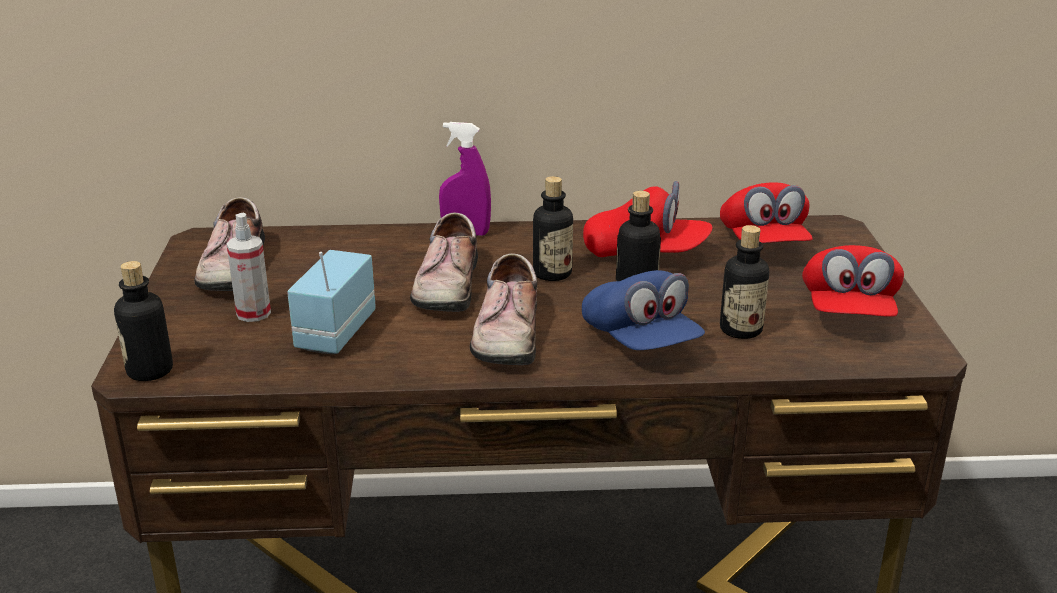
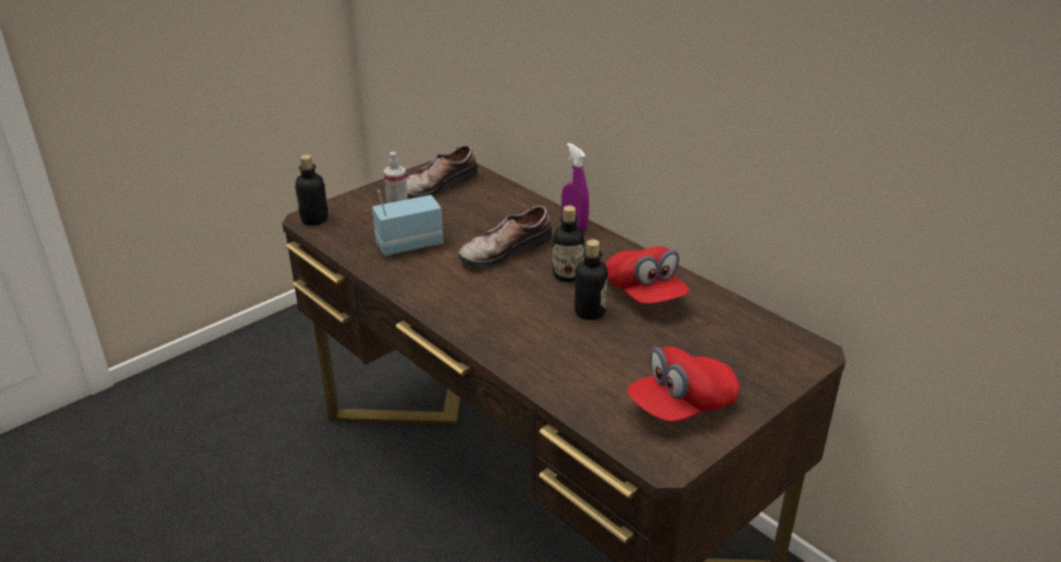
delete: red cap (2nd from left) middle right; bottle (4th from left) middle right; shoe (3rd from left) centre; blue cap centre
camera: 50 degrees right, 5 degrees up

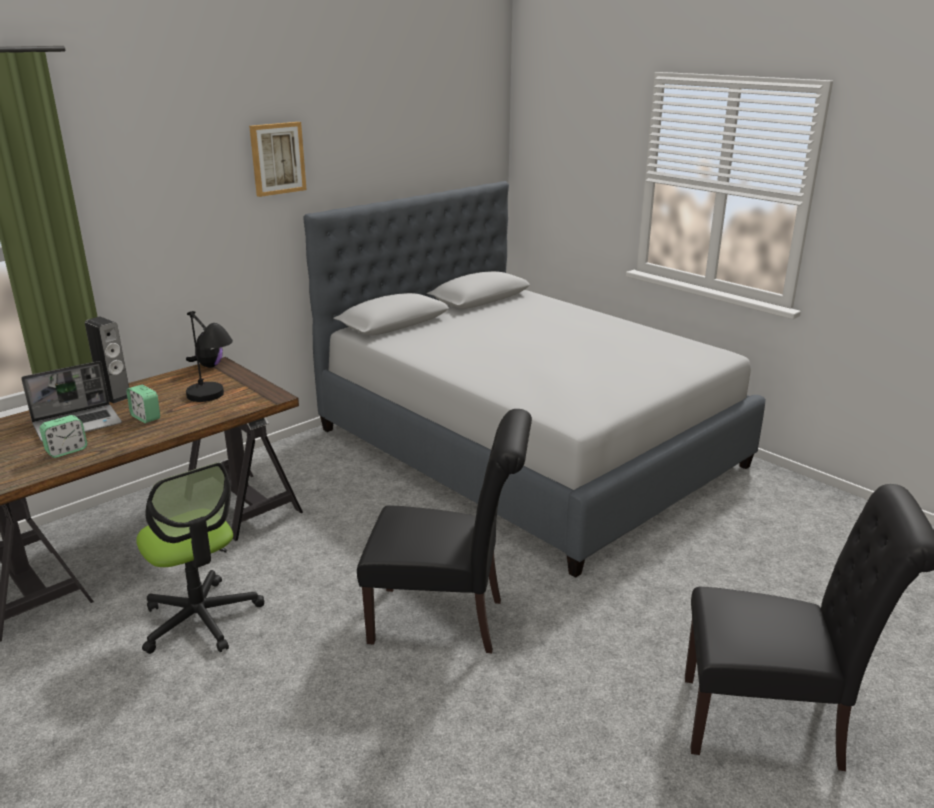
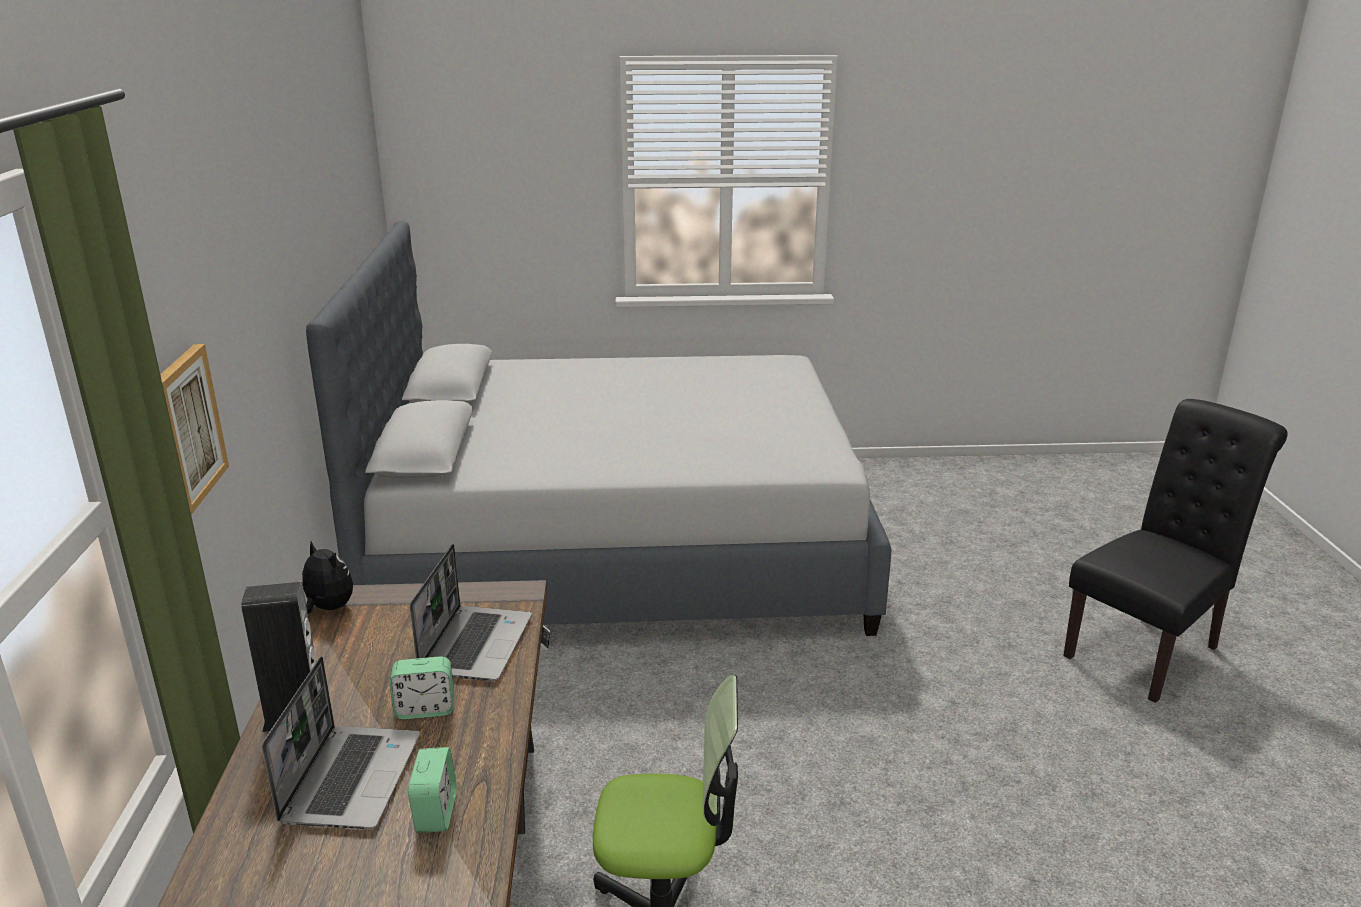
delete: black chair (1st from left) centre
move: picture top left to middle left
replace: black table lamp middle left to laptop (2nd from left) bottom centre
camera: 50 degrees left, 0 degrees up

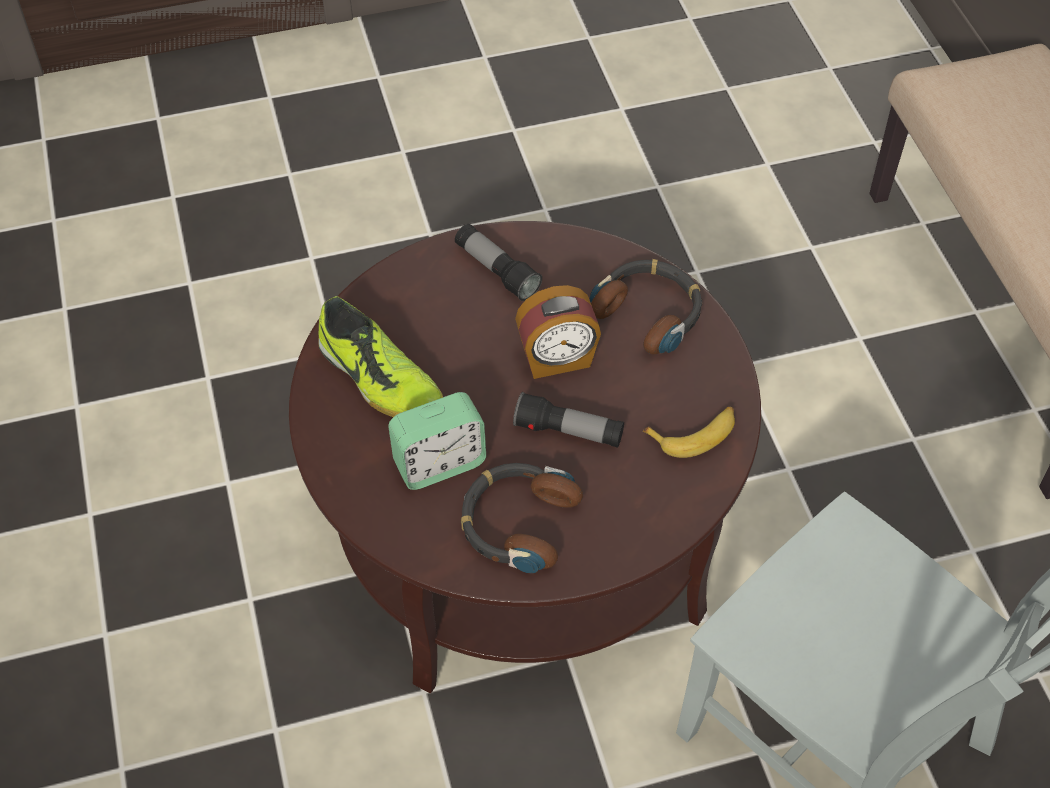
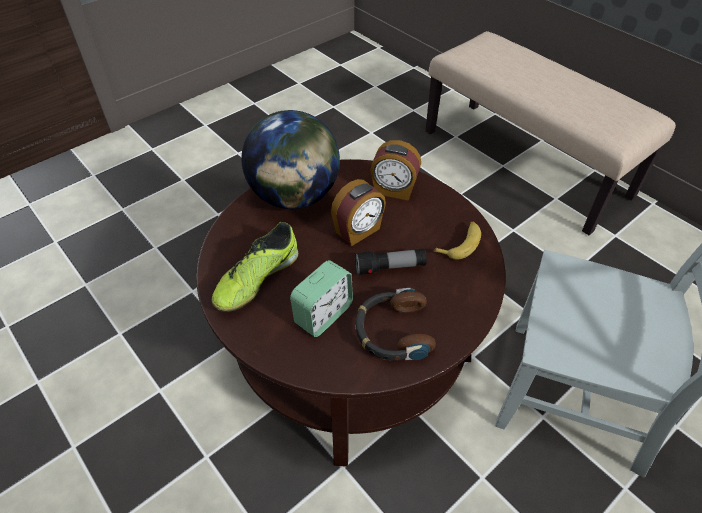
replace: flashlight (1st from left) top centre to globe top centre; headphones (2nd from left) centre to alarm clock (3rd from left) top centre
rotate: shoe centre = centre 105 degrees clockwise
camera: 25 degrees left, 5 degrees down

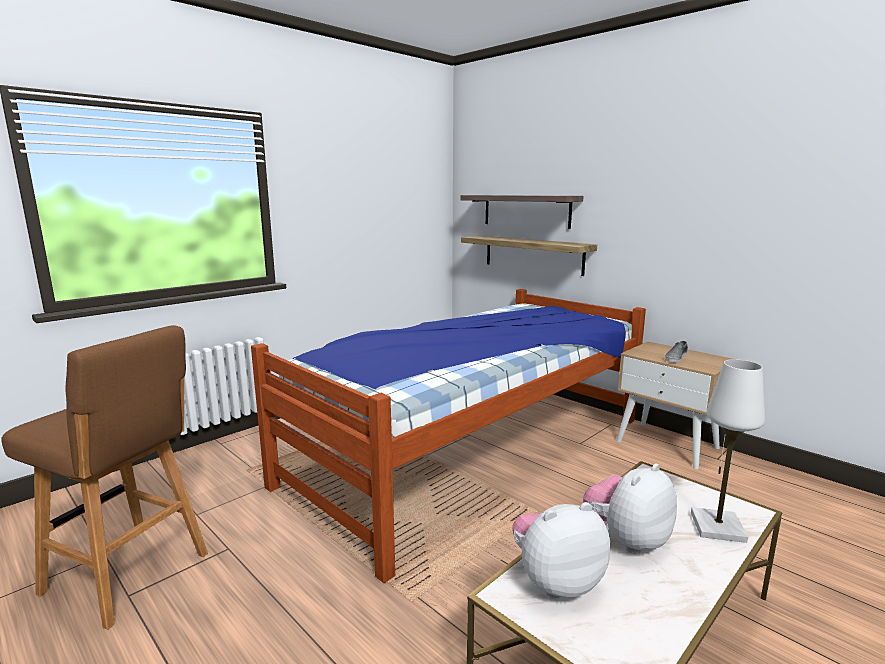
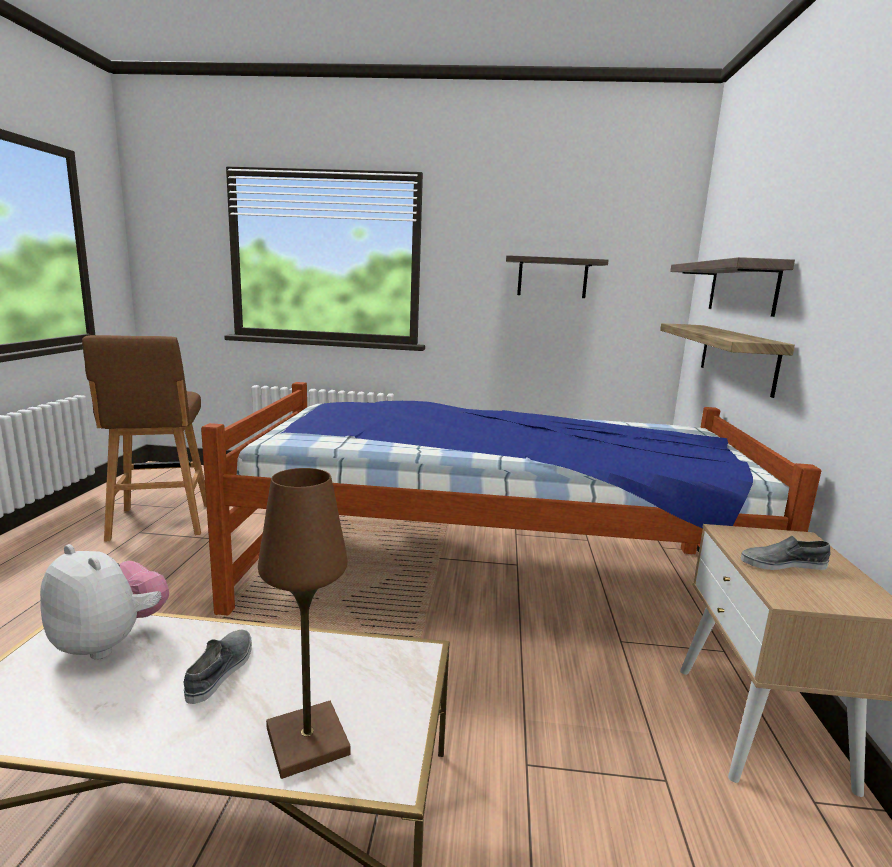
insert: shelf (1st from left) top centre
replace: plush toy (2nd from left) bottom right to grey shoe (1st from left) bottom left
recolor: white table lamp bottom right to brown table lamp bottom centre
camera: 50 degrees right, 0 degrees up

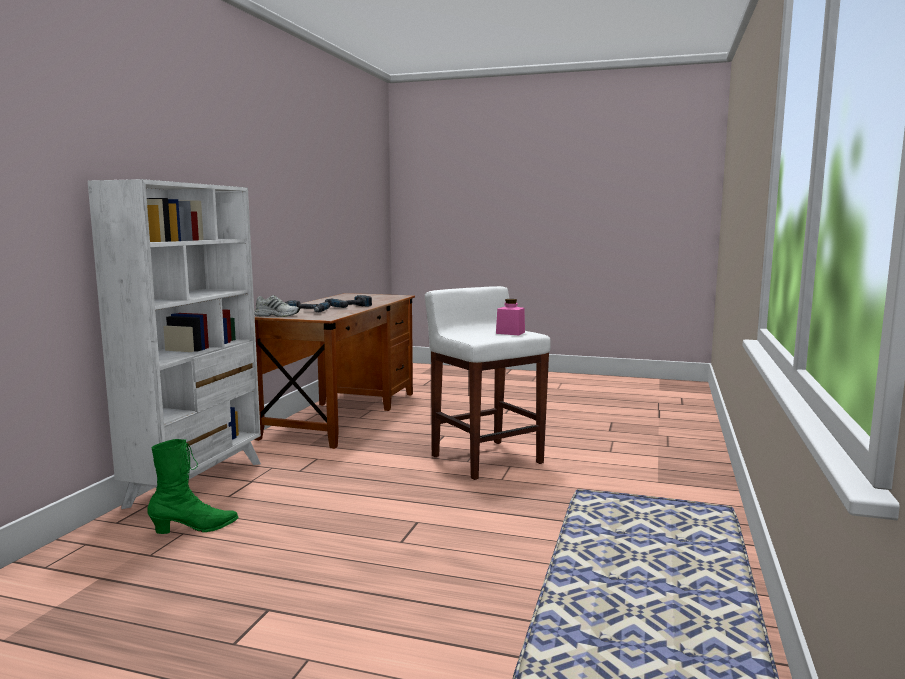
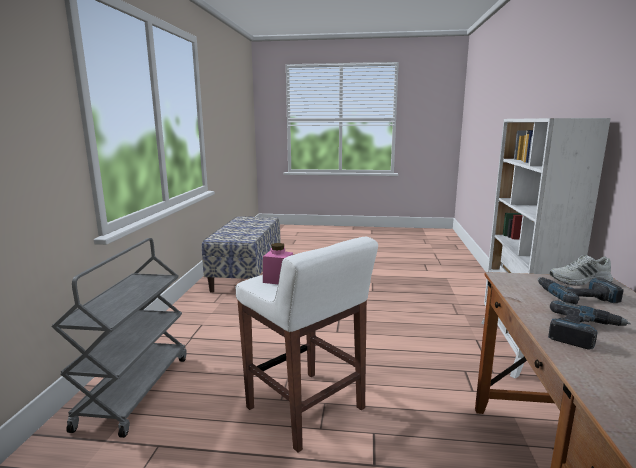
delete: green boot bottom left
insert: grey cart bottom left
camera: 170 degrees right, 5 degrees up

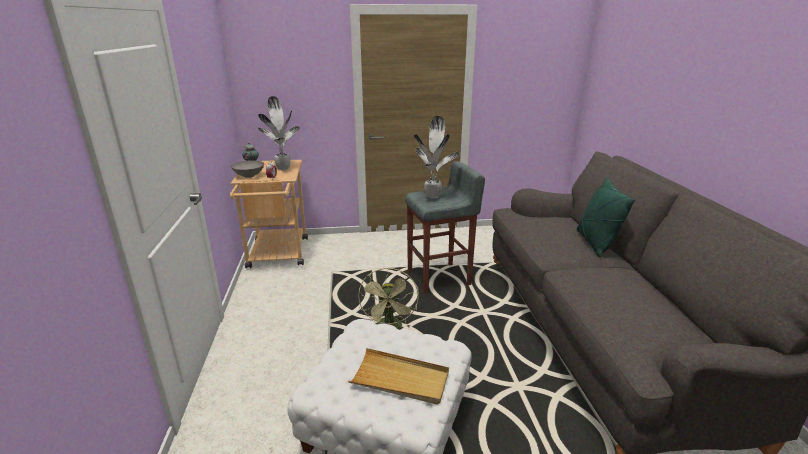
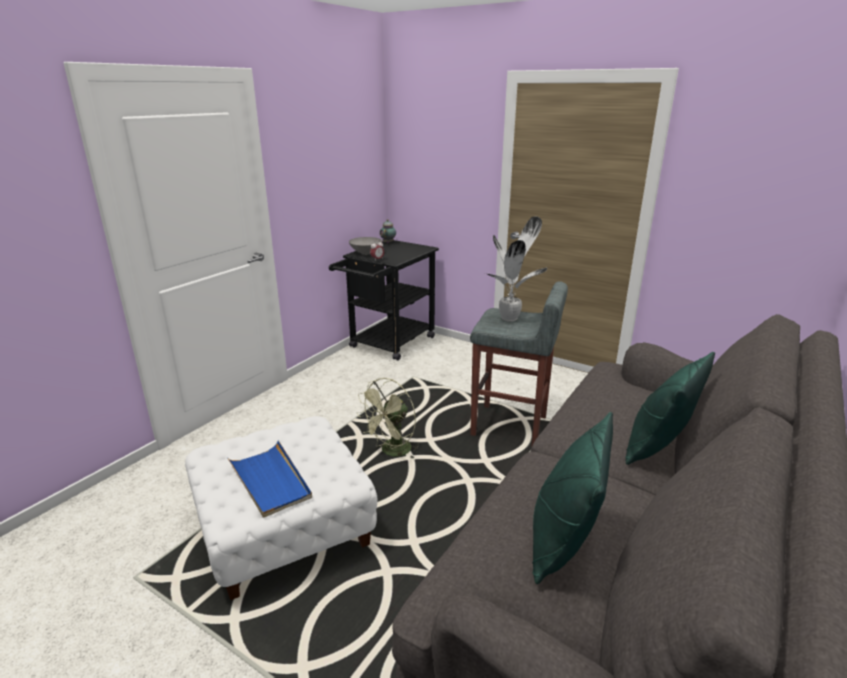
delete: potted plant (1st from left) top centre
insert: green pillow (1st from left) bottom right
recolor: beige cart middle left to black cart centre; beige tray bottom centre to blue tray bottom left
camera: 40 degrees right, 0 degrees up

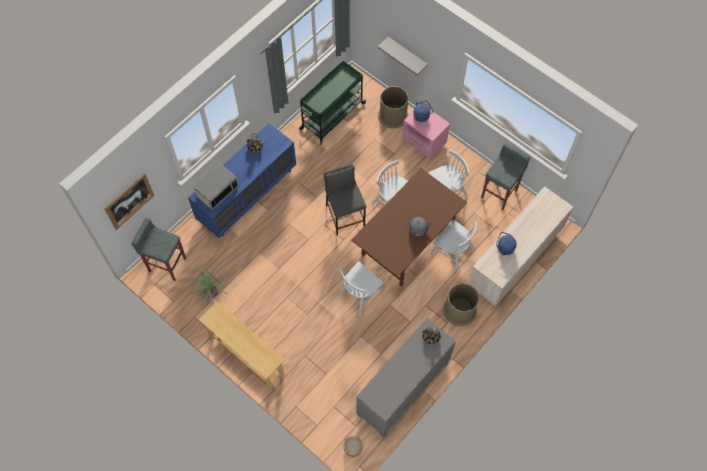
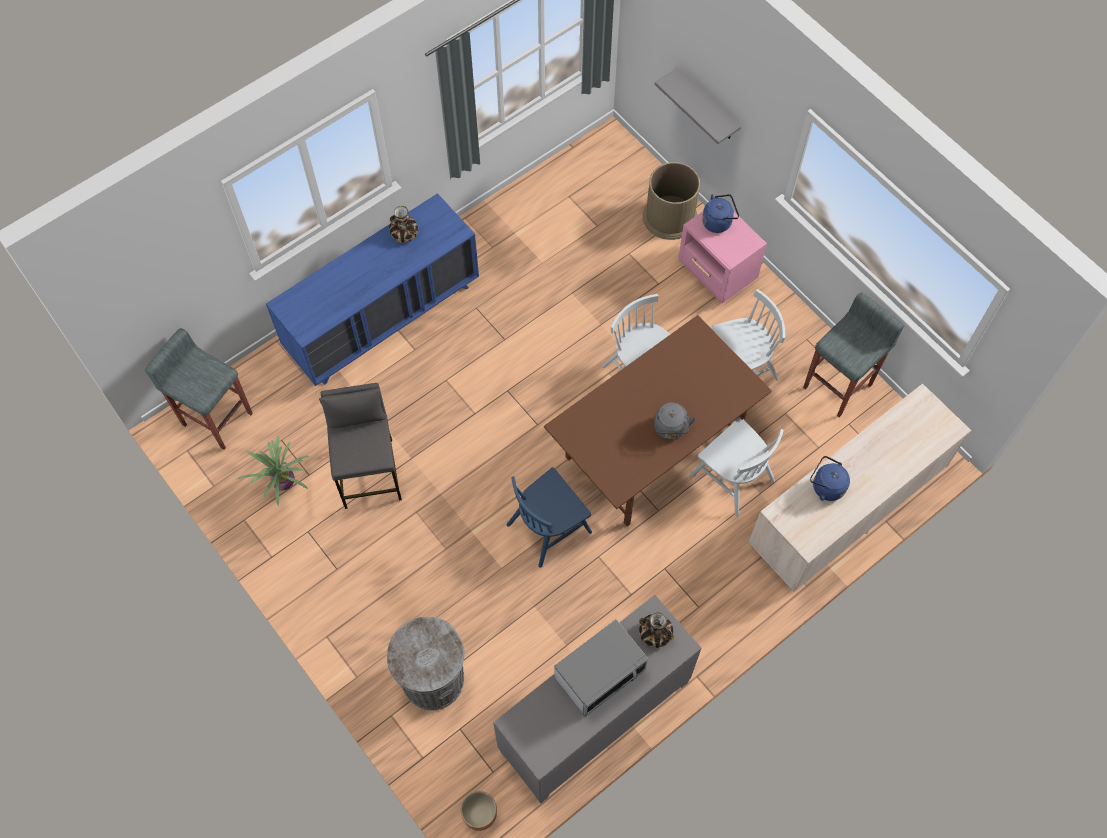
delete: green cart top centre; picture middle left; brown trash can (2nd from left) centre; beige console table bottom centre
insert: grey trash can bottom centre
move: microwave middle left to bottom centre; grey stool (2nd from left) centre to middle left
recolor: white chair (1st from left) centre to blue chair centre
camera: 10 degrees right, 0 degrees up

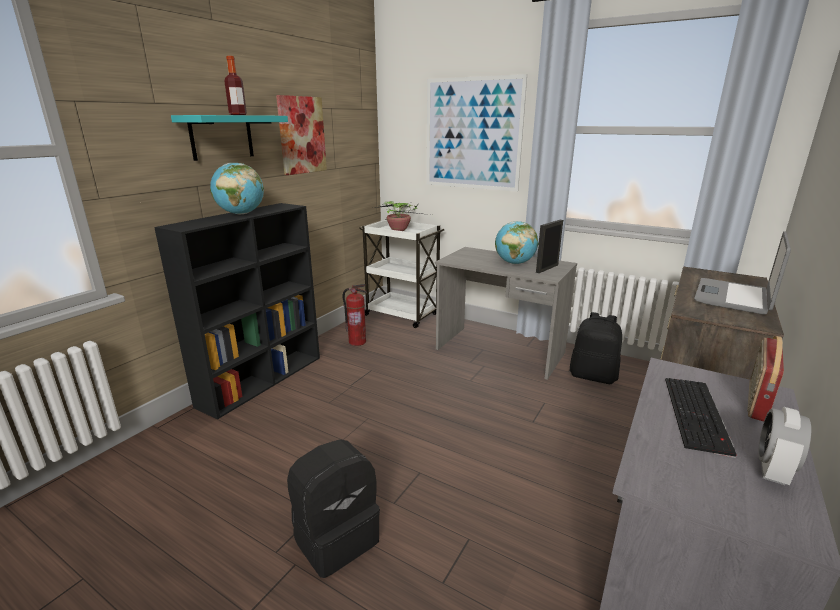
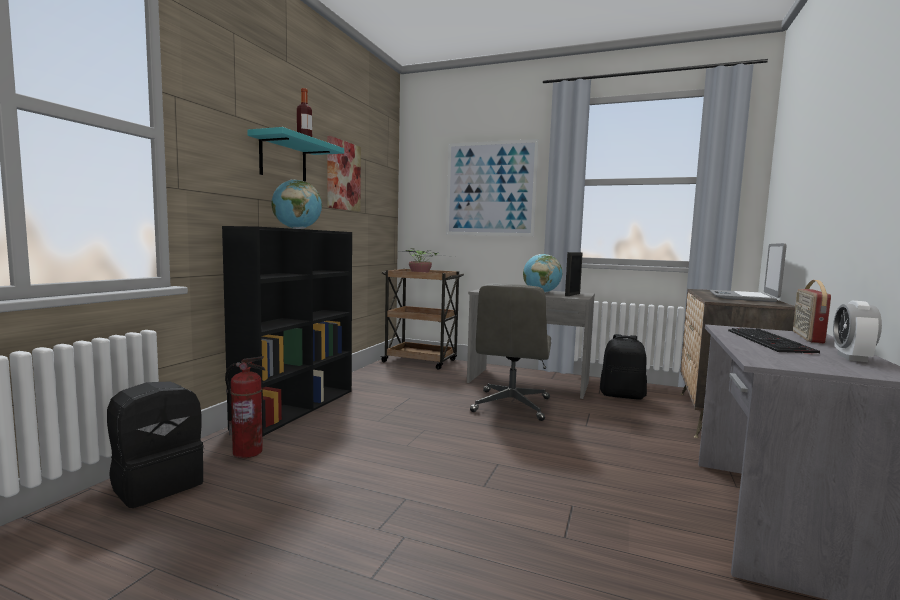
insert: grey office chair centre
move: fire extinguisher centre to bottom left; black backpack (1st from left) bottom centre to bottom left
recolor: white cart centre to brown cart centre
camera: 10 degrees left, 15 degrees down

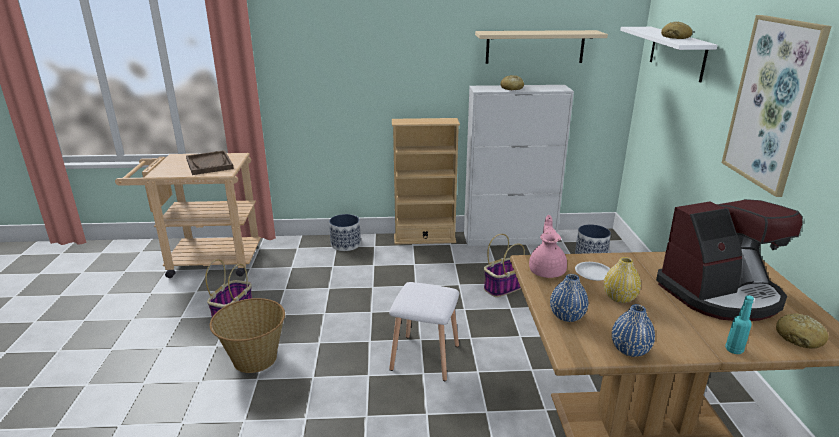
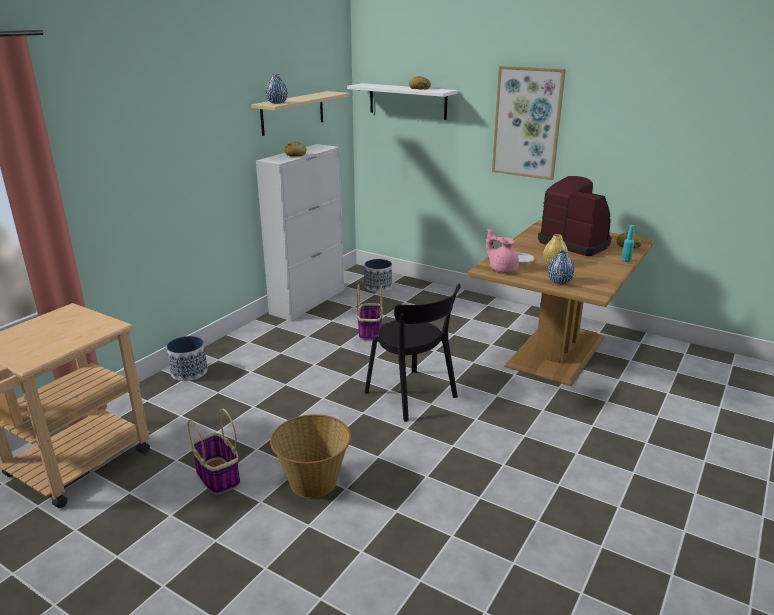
delete: beige bookcase centre; brown tray middle left
move: blue vase (2nd from left in the first image) bottom right to blue vase (1st from left) top centre
replace: white stool bottom centre to black chair centre
rotate: coffee machine middle right = middle right 60 degrees counterclockwise
camera: 55 degrees left, 0 degrees up

